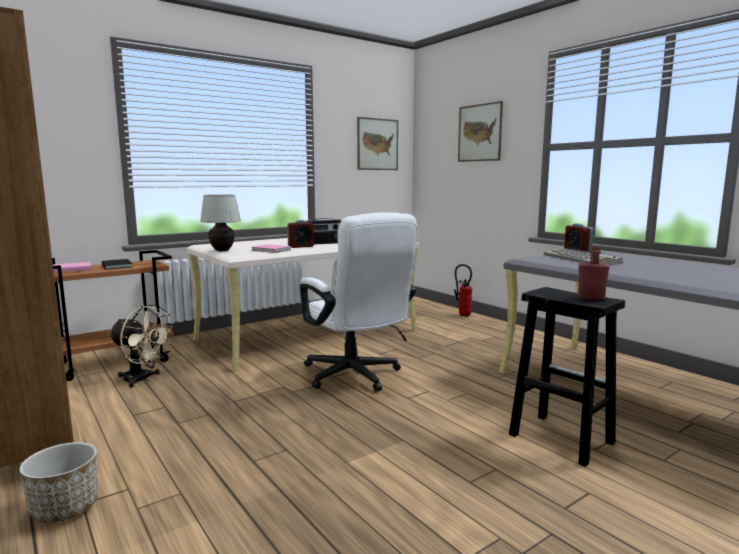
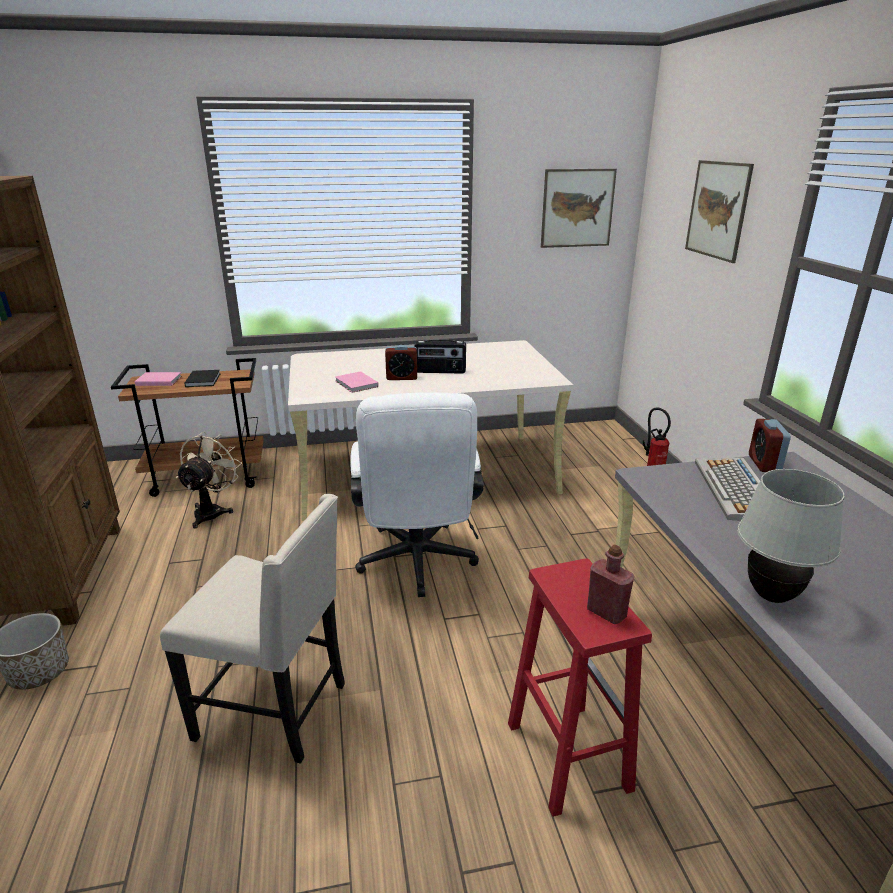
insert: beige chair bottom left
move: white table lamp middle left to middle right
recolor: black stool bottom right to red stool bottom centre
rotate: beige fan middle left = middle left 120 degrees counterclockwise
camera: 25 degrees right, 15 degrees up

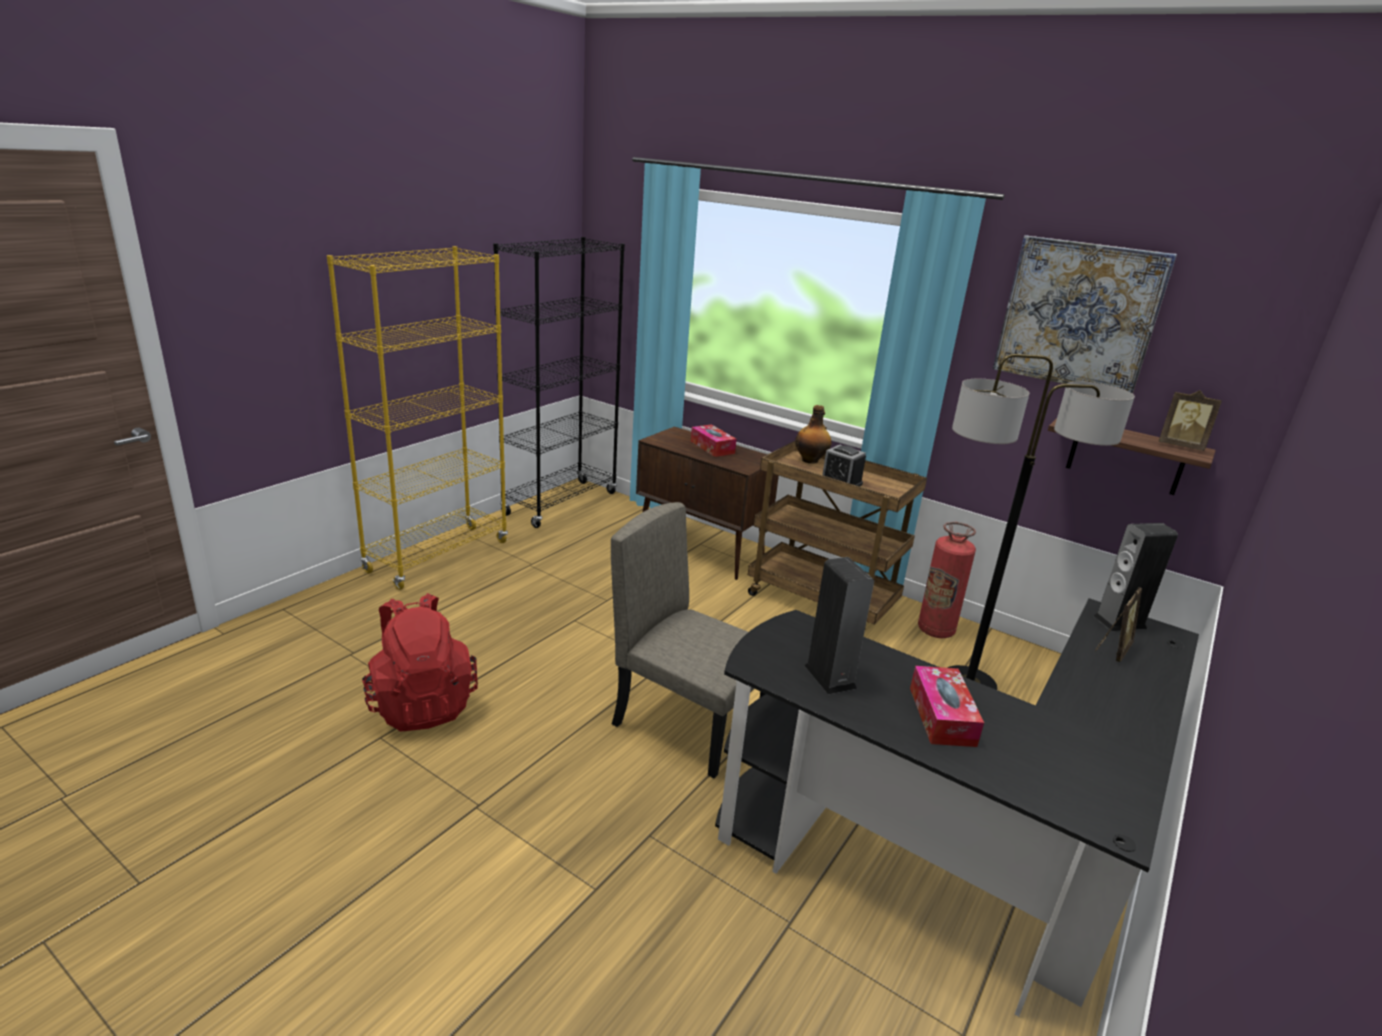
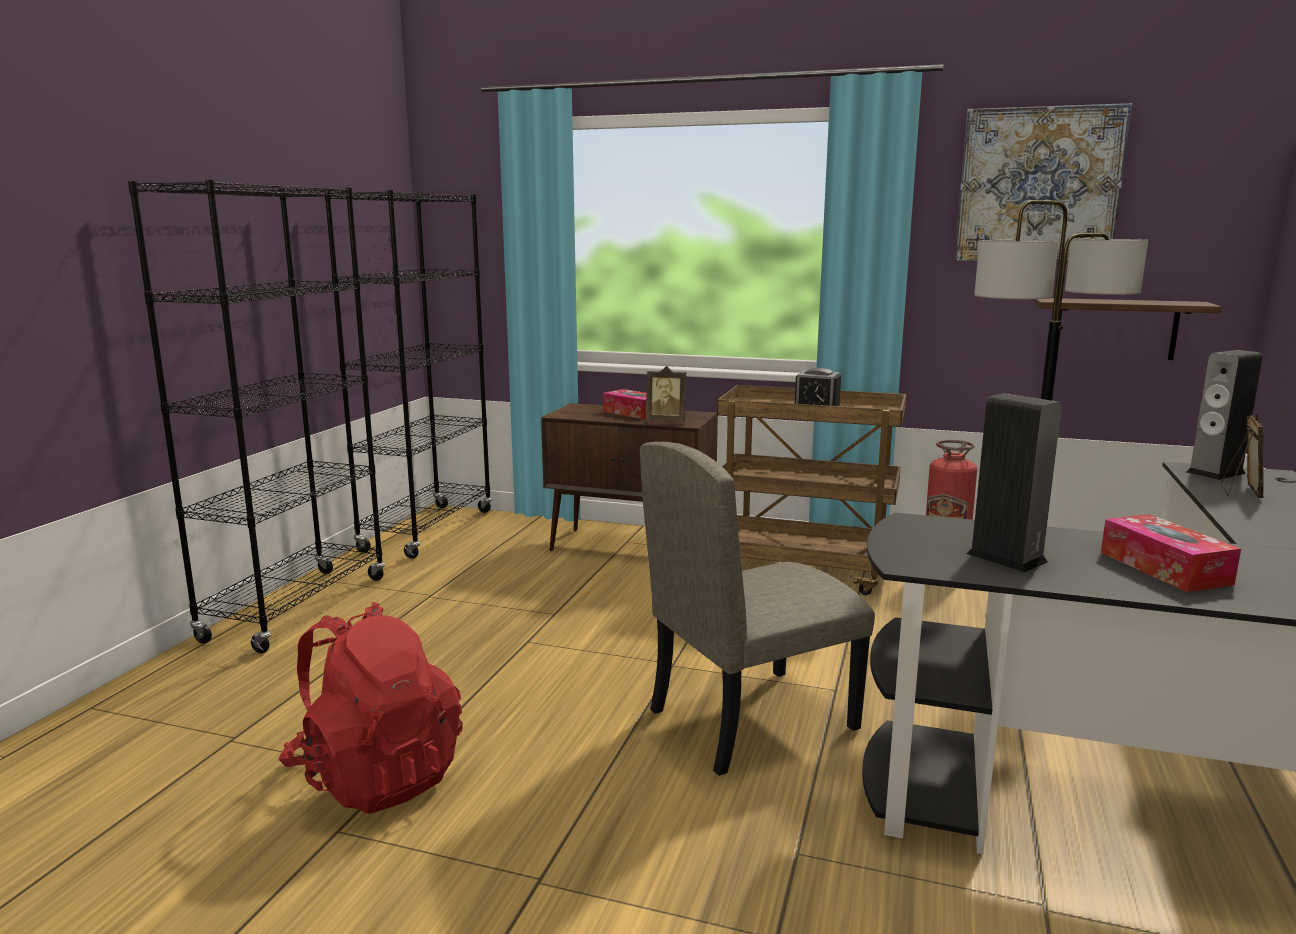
delete: bottle centre
move: picture frame (2nd from left in the first image) middle right to picture frame (1st from left) centre
recolor: yellow bookcase middle left to black bookcase (1st from left) middle left
rotate: beige chair centre = centre 45 degrees counterclockwise
camera: 15 degrees left, 10 degrees down

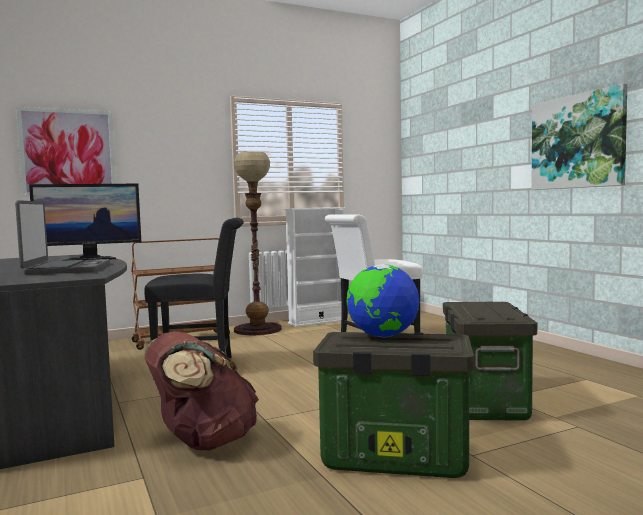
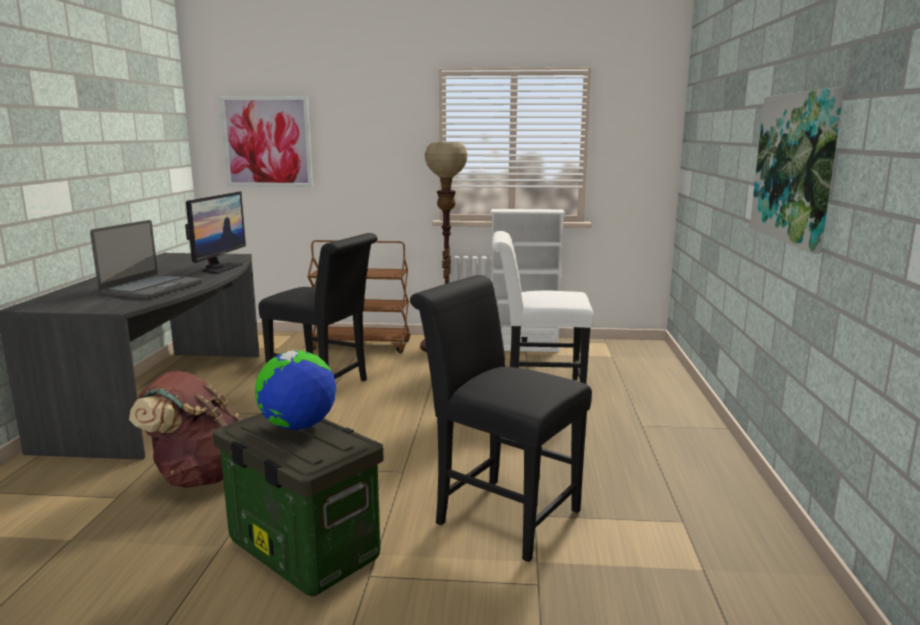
replace: storage box (2nd from left) bottom right to black chair (2nd from left) bottom centre
rotate: monitor middle left = middle left 90 degrees counterclockwise
camera: 30 degrees right, 10 degrees up

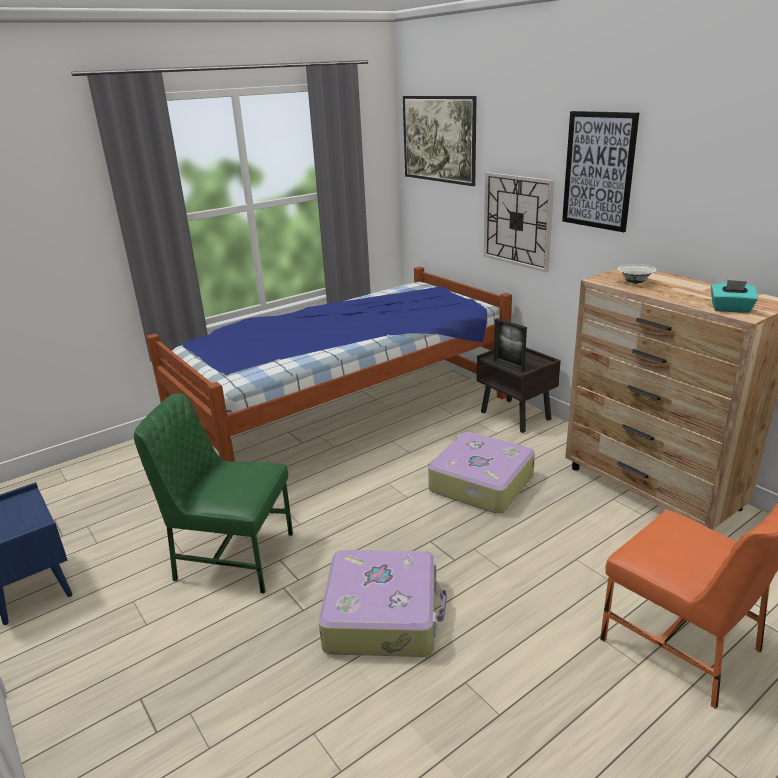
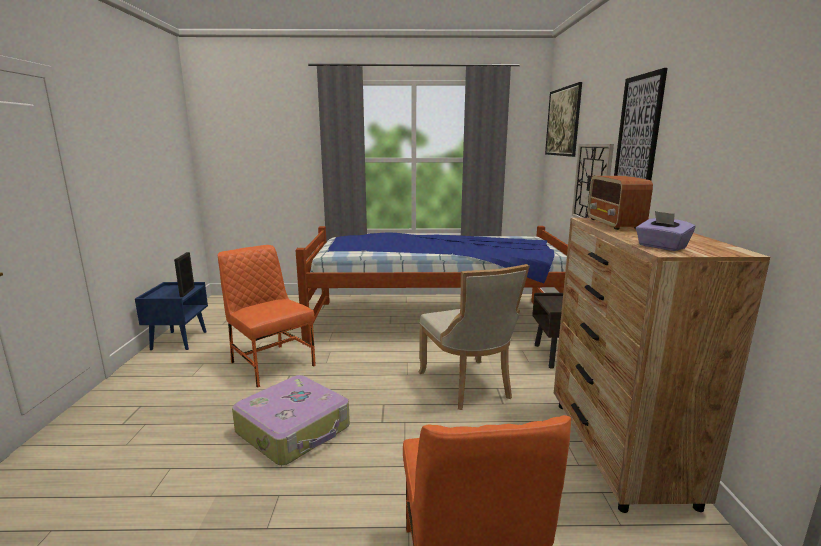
move: picture frame centre to middle left
replace: white bowl middle right to radio middle right; suitcase (2nd from left) centre to beige chair centre
recolor: turquoise tissue box middle right to purple tissue box middle right; green chair middle left to orange chair (1st from left) middle left
camera: 35 degrees right, 10 degrees down

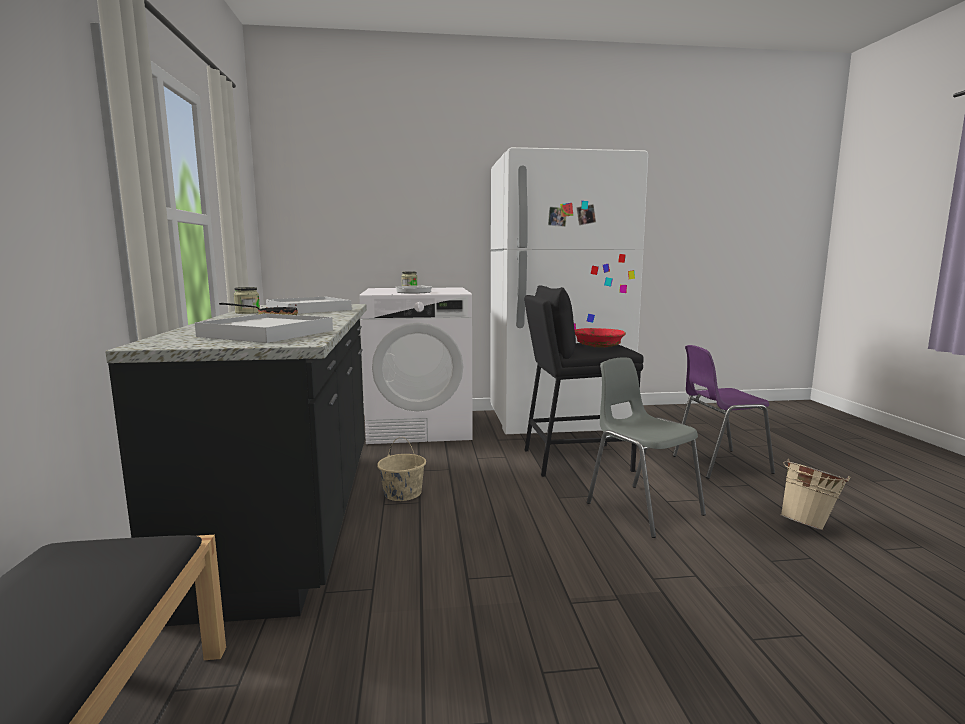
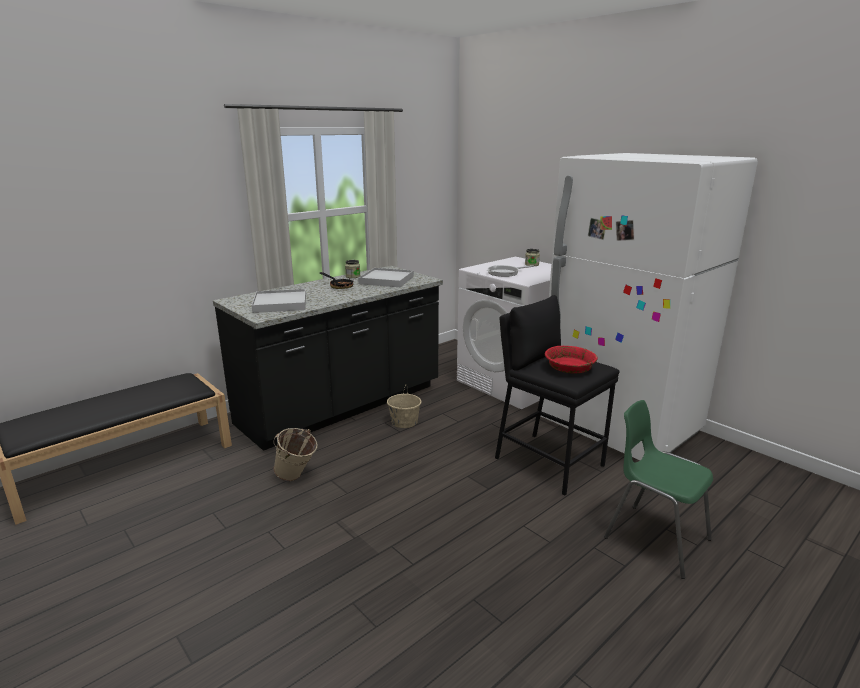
delete: grey chair middle right
move: beige bucket (2nd from left in the first image) bottom right to beige bucket (1st from left) centre
recolor: purple chair middle right to green chair bottom right
camera: 55 degrees right, 10 degrees up

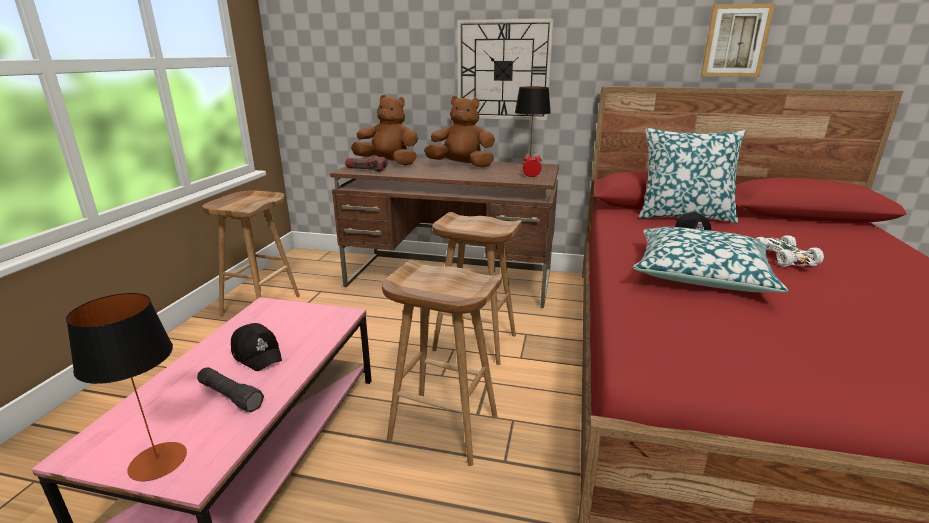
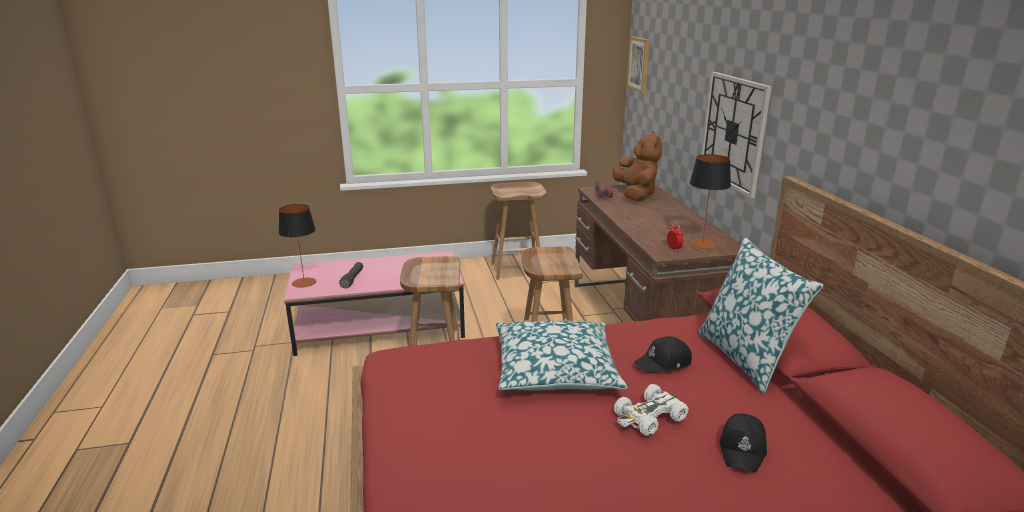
delete: brown plush toy (2nd from left) top centre
move: picture top right to top centre; black cap (1st from left in the first image) middle left to black cap (2nd from left) bottom right
camera: 65 degrees right, 0 degrees up

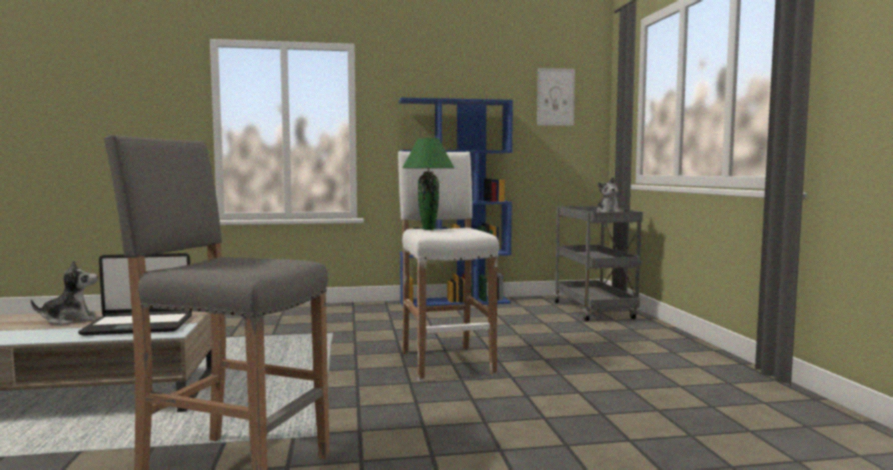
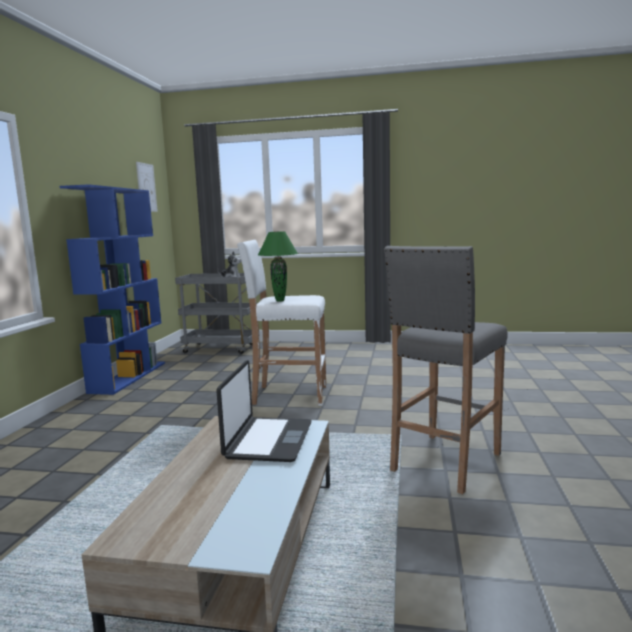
delete: plush toy (1st from left) middle left
camera: 70 degrees left, 5 degrees up

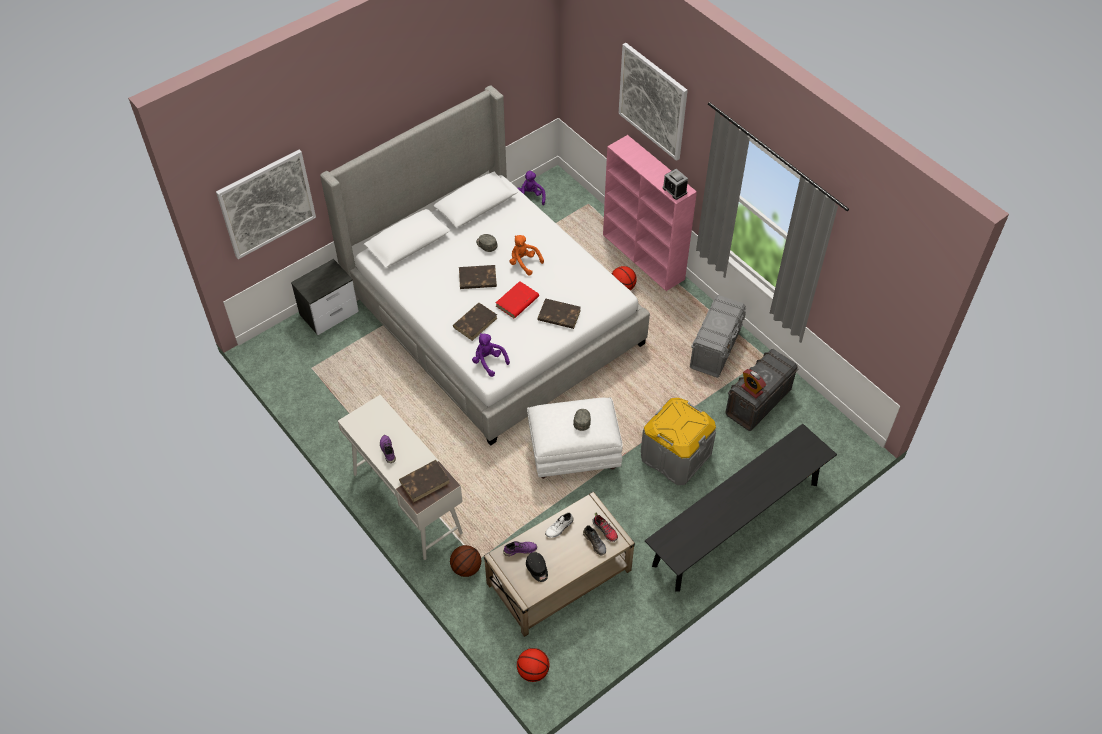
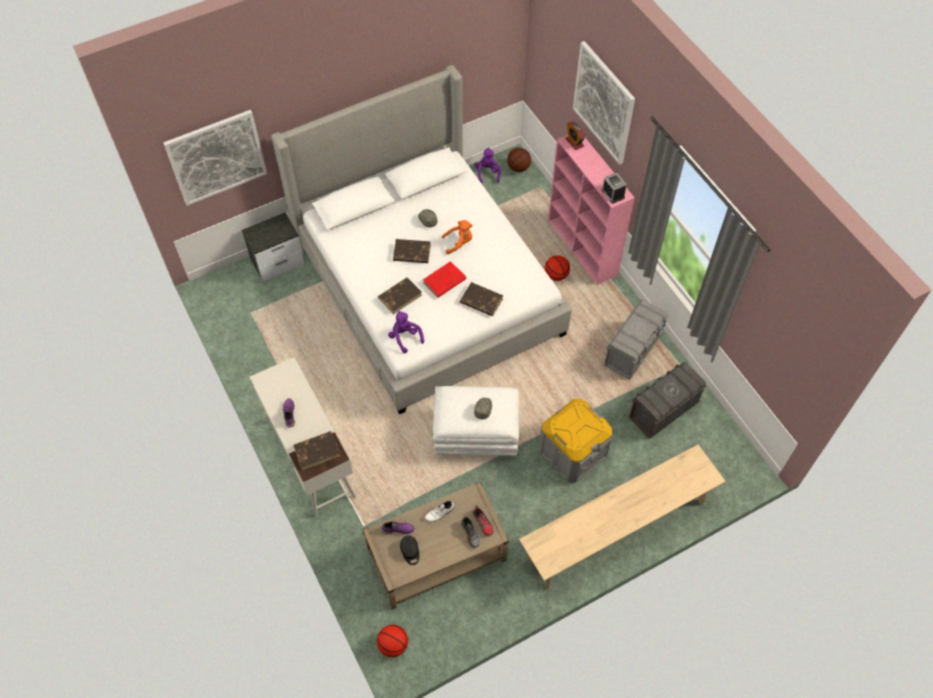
move: alarm clock (2nd from left in the first image) middle right to alarm clock (1st from left) top centre; basketball (1st from left in the first image) bottom centre to basketball (2nd from left) top centre
recolor: black bench bottom right to beige bench bottom right
rotate: orange plush toy centre = centre 120 degrees clockwise
camera: 10 degrees right, 5 degrees up

